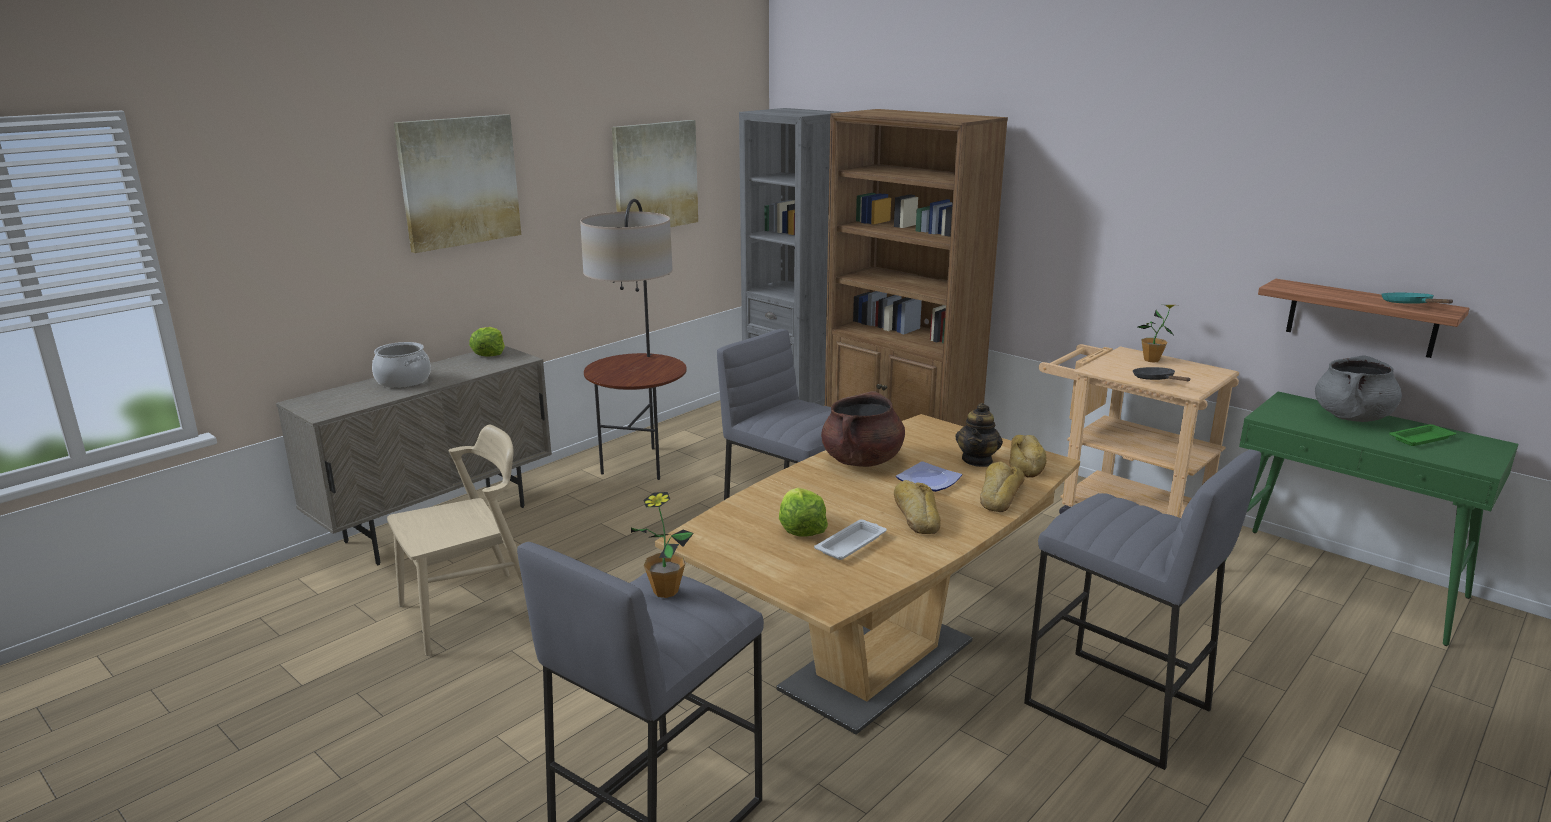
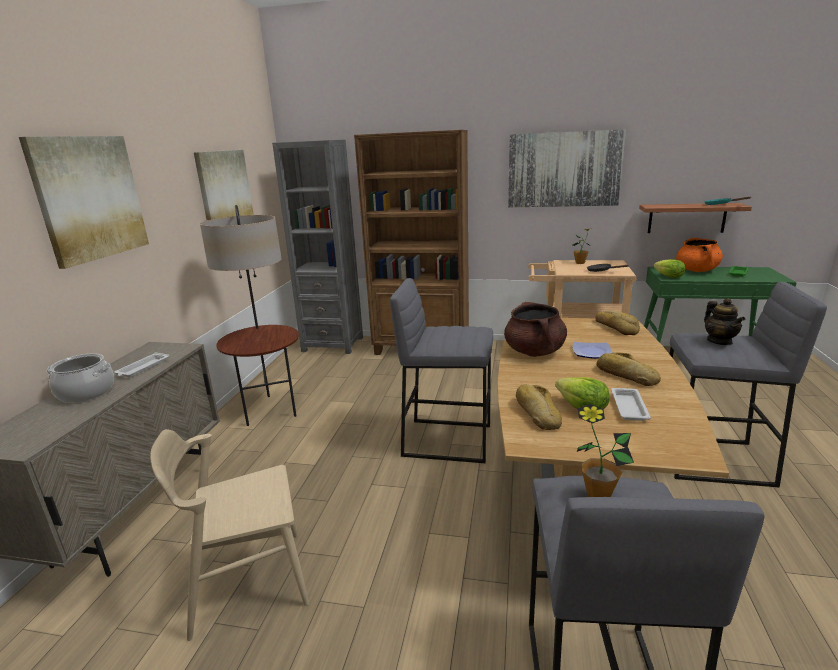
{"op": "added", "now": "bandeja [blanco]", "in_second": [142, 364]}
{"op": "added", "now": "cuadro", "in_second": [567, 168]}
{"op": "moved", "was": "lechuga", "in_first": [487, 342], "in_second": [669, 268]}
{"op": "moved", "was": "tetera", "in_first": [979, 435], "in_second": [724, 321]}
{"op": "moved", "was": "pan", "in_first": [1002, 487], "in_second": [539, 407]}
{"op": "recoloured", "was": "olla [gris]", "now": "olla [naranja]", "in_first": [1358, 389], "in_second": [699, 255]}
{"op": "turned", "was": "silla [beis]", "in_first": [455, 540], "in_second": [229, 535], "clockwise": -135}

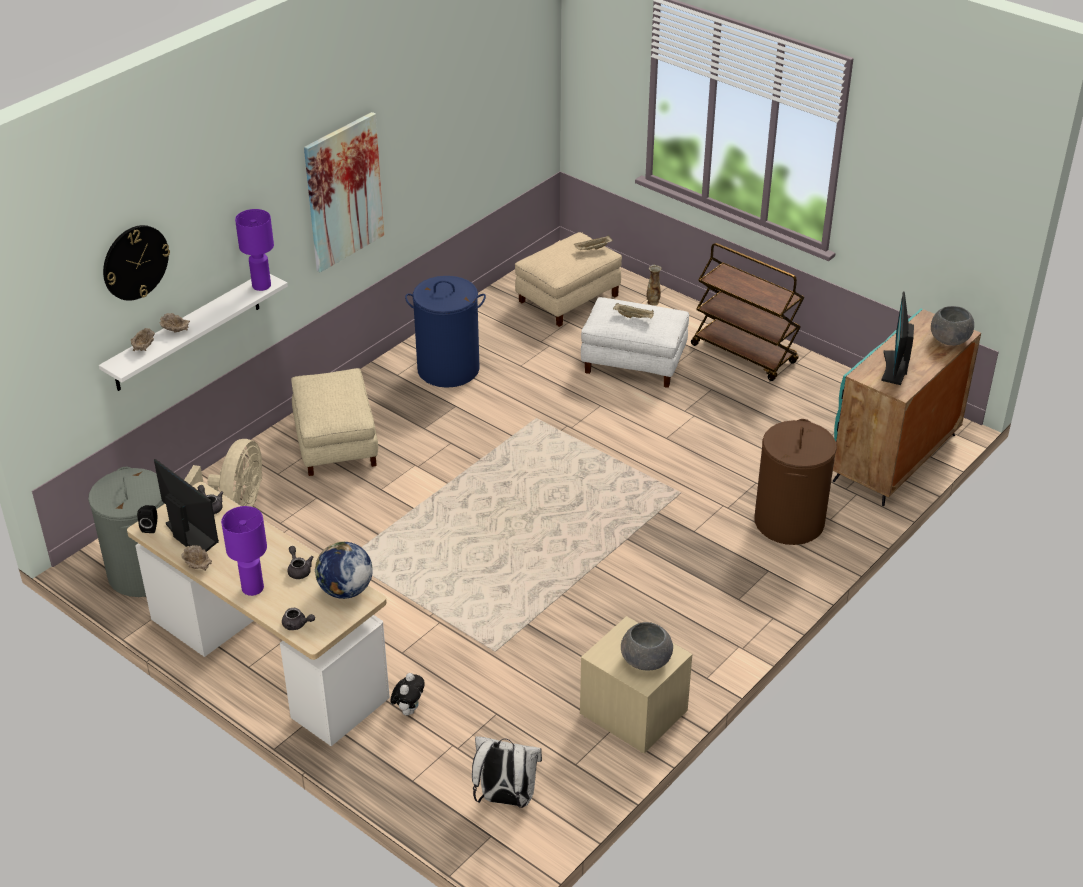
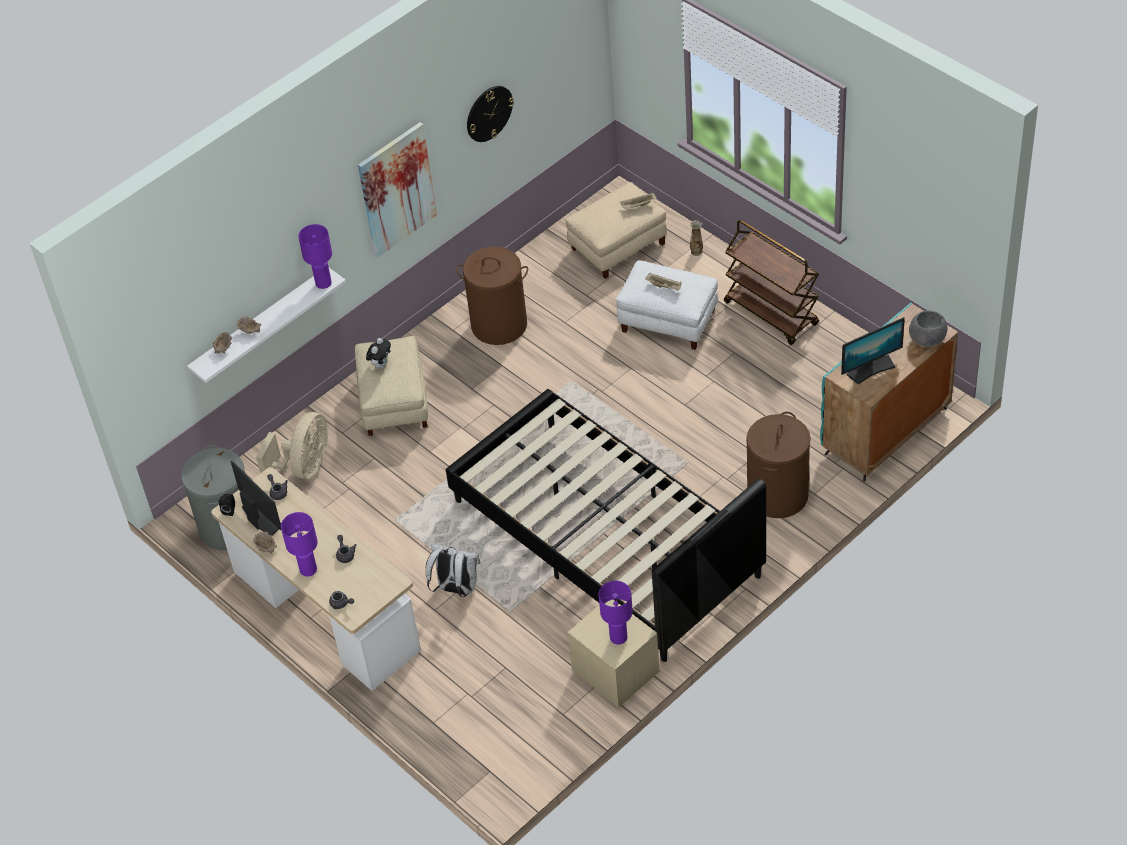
{"op": "removed", "was": "globo terráqueo", "in_first": [343, 570]}
{"op": "added", "now": "cama [negro]", "in_second": [606, 525]}
{"op": "moved", "was": "reloj de pared", "in_first": [136, 263], "in_second": [490, 114]}
{"op": "moved", "was": "peluche", "in_first": [407, 694], "in_second": [378, 353]}
{"op": "moved", "was": "mochila [blanco]", "in_first": [507, 772], "in_second": [453, 570]}
{"op": "replaced", "was": "cuenco [gris]", "now": "lámpara de mesa [morado]", "in_first": [647, 646], "in_second": [616, 613]}
{"op": "recoloured", "was": "cesto de la ropa [azul]", "now": "cesto de la ropa [marrón]", "in_first": [445, 332], "in_second": [492, 295]}
{"op": "turned", "was": "monitor", "in_first": [897, 338], "in_second": [873, 351], "clockwise": -135}

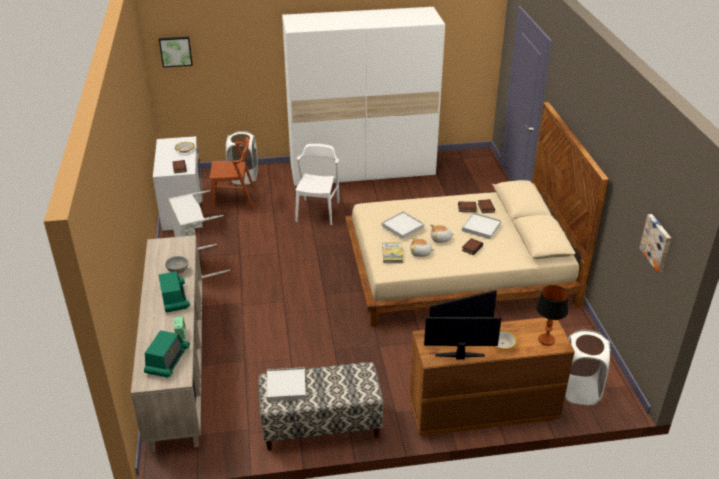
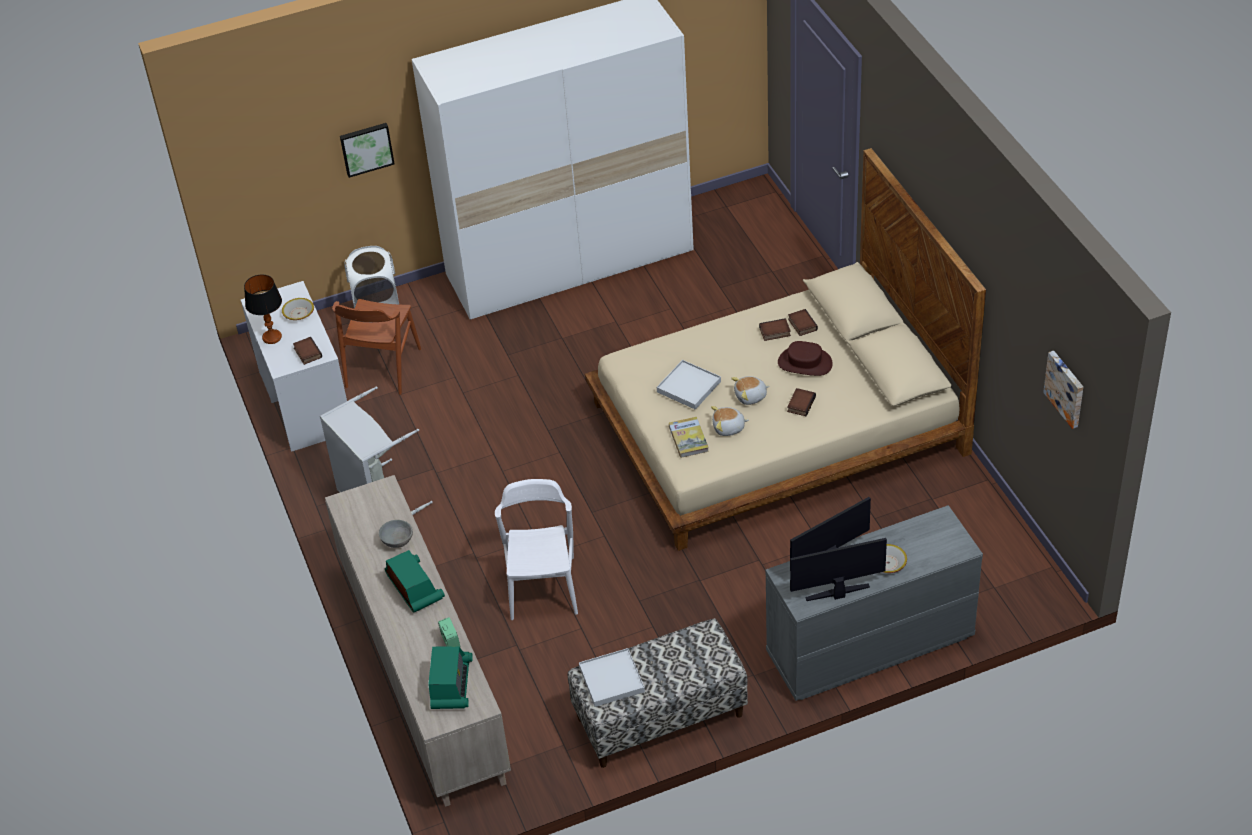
{"op": "removed", "was": "cesto de la ropa [blanco]", "in_first": [588, 367]}
{"op": "moved", "was": "cuadro", "in_first": [176, 52], "in_second": [367, 150]}
{"op": "moved", "was": "silla [blanco]", "in_first": [317, 184], "in_second": [536, 549]}
{"op": "moved", "was": "lámpara de mesa", "in_first": [552, 315], "in_second": [263, 309]}
{"op": "replaced", "was": "bandeja [blanco]", "now": "sombrero [marrón]", "in_first": [481, 225], "in_second": [805, 358]}
{"op": "recoloured", "was": "cómoda [marrón]", "now": "cómoda [gris]", "in_first": [492, 377], "in_second": [874, 603]}
{"op": "turned", "was": "silla [marrón]", "in_first": [232, 174], "in_second": [376, 347], "clockwise": 120}

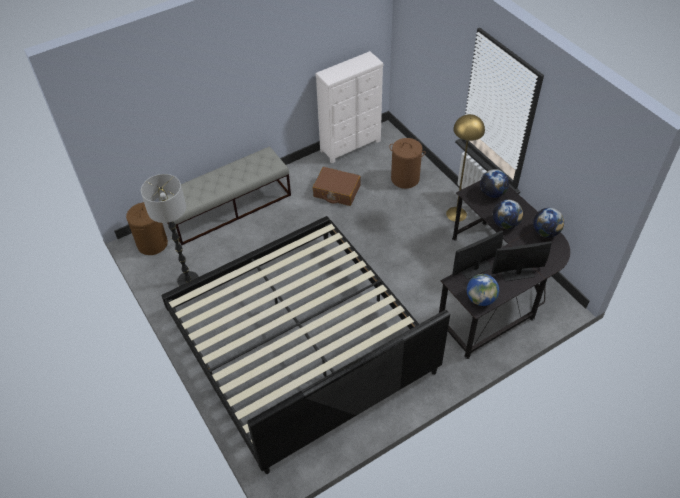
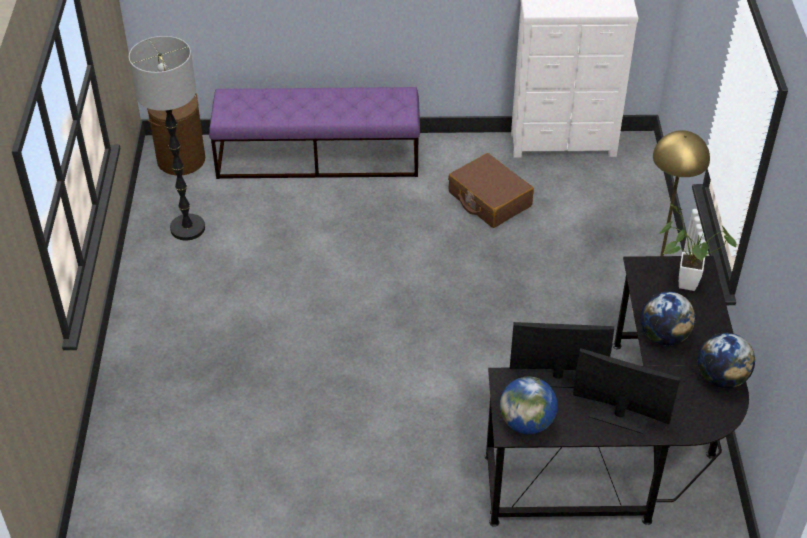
{"op": "removed", "was": "cama", "in_first": [305, 345]}
{"op": "removed", "was": "cesto de la ropa [marrón]", "in_first": [407, 163]}
{"op": "replaced", "was": "globo terráqueo", "now": "planta en maceta", "in_first": [494, 183], "in_second": [698, 247]}
{"op": "recoloured", "was": "banco [gris]", "now": "banco [morado]", "in_first": [225, 195], "in_second": [314, 133]}

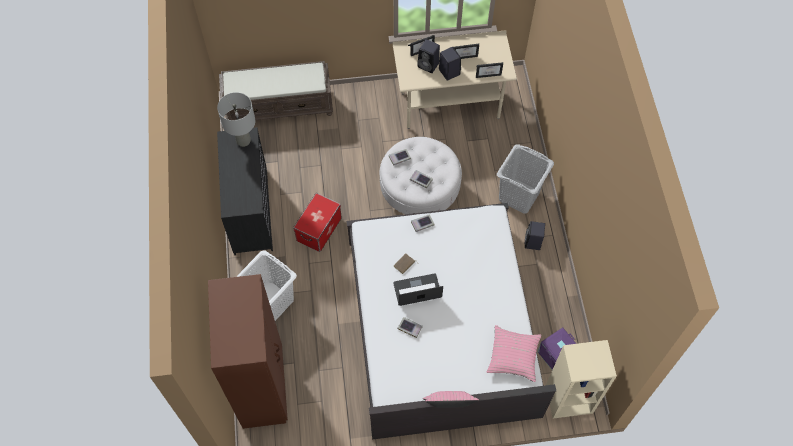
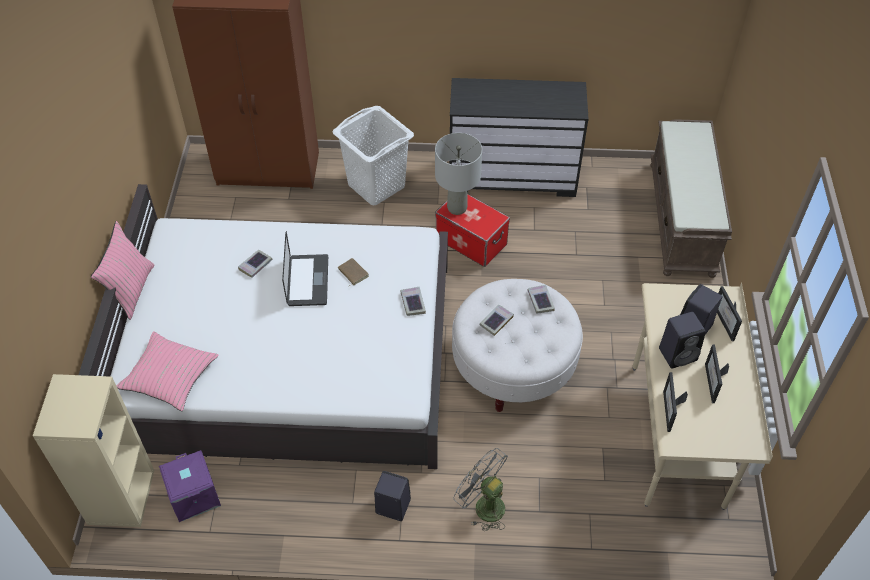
{"op": "moved", "was": "lámpara de mesa [gris]", "in_first": [236, 119], "in_second": [458, 174]}
{"op": "replaced", "was": "cesto de la ropa [gris]", "now": "ventilador [gris]", "in_first": [525, 179], "in_second": [481, 489]}

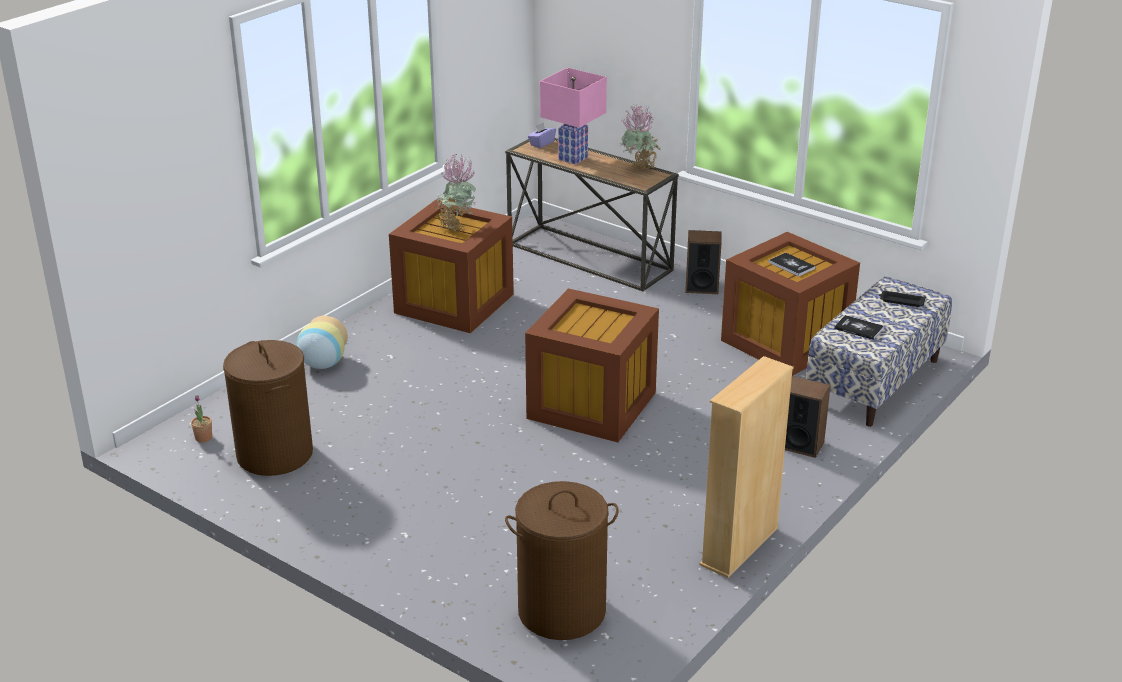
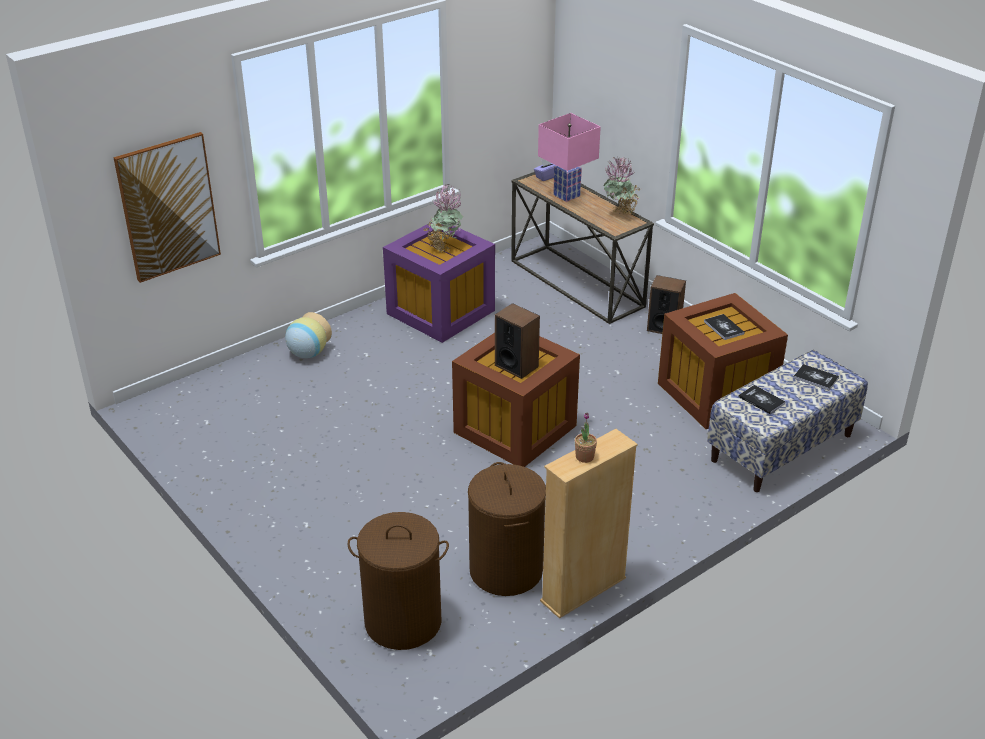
{"op": "added", "now": "cuadro", "in_second": [167, 207]}
{"op": "moved", "was": "planta en maceta", "in_first": [201, 418], "in_second": [586, 438]}
{"op": "moved", "was": "cesto de la ropa [marrón]", "in_first": [268, 408], "in_second": [507, 529]}
{"op": "moved", "was": "altavoz", "in_first": [808, 417], "in_second": [517, 341]}
{"op": "replaced", "was": "bandeja [negro]", "now": "libro", "in_first": [902, 299], "in_second": [816, 377]}
{"op": "recoloured", "was": "caja de almacenaje [marrón]", "now": "caja de almacenaje [morado]", "in_first": [451, 266], "in_second": [439, 283]}

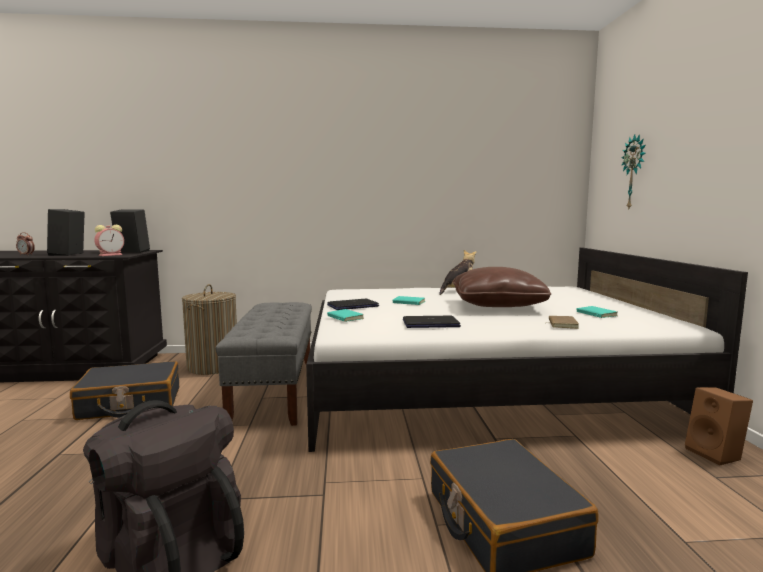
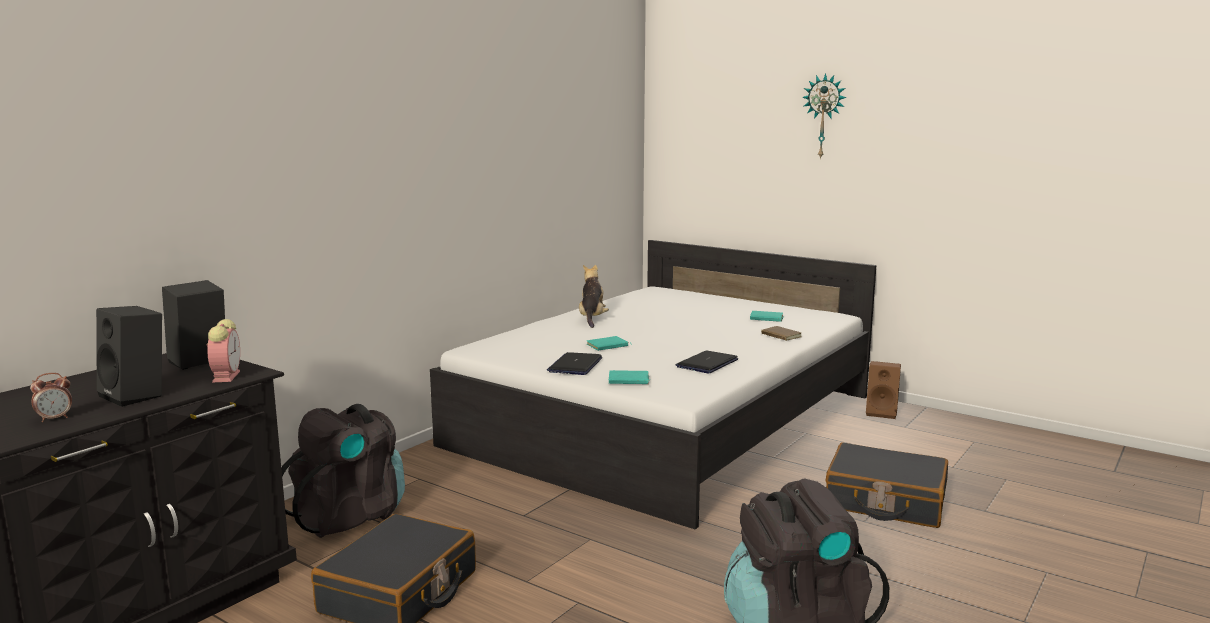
{"op": "removed", "was": "banco [gris]", "in_first": [263, 364]}
{"op": "removed", "was": "cojín [marrón]", "in_first": [502, 287]}
{"op": "moved", "was": "reloj de pared", "in_first": [633, 171], "in_second": [824, 116]}
{"op": "replaced", "was": "cesto de la ropa", "now": "mochila [negro]", "in_first": [209, 329], "in_second": [343, 471]}

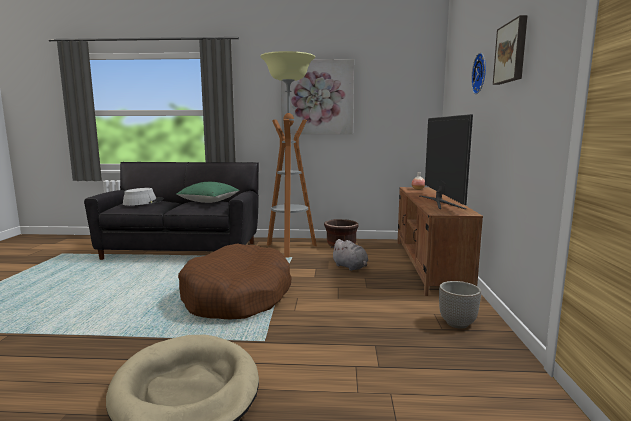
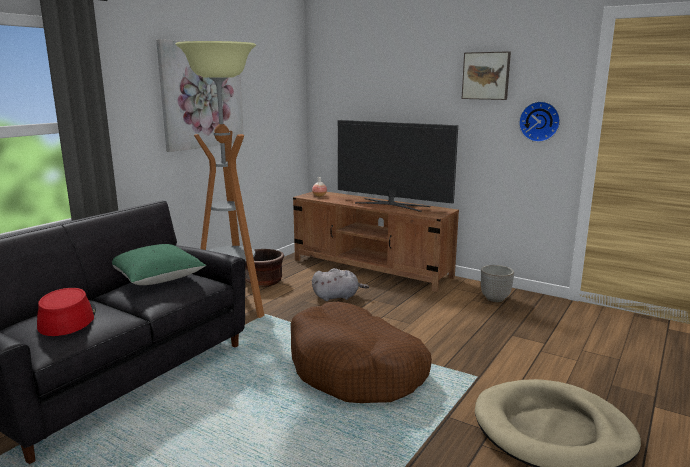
{"op": "moved", "was": "reloj de pared", "in_first": [478, 73], "in_second": [539, 121]}
{"op": "recoloured", "was": "sombrero [gris]", "now": "sombrero [rojo]", "in_first": [143, 197], "in_second": [66, 312]}

